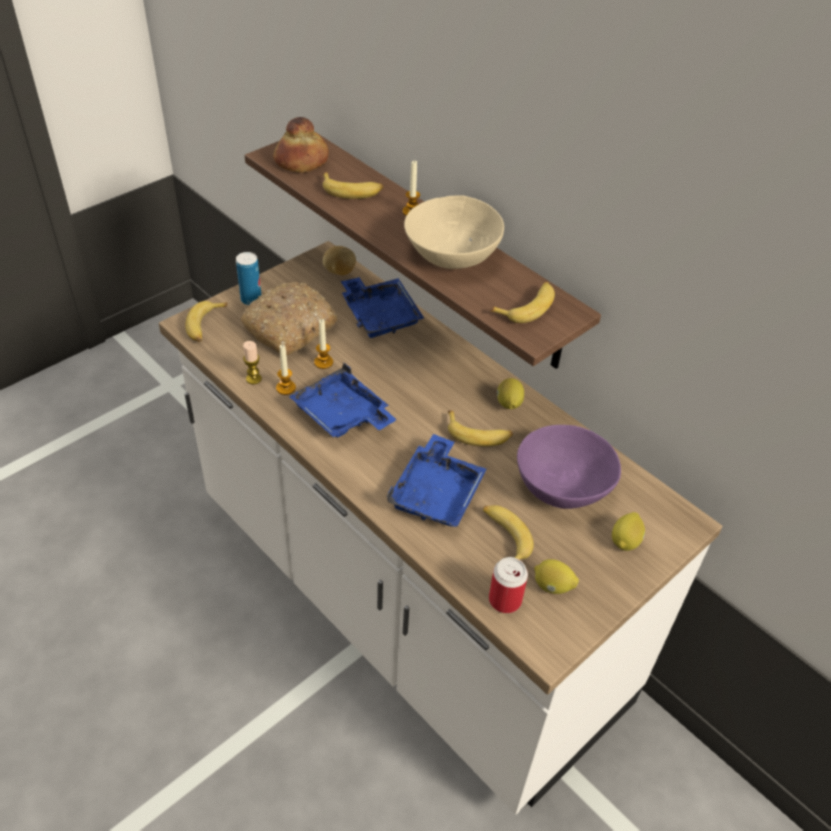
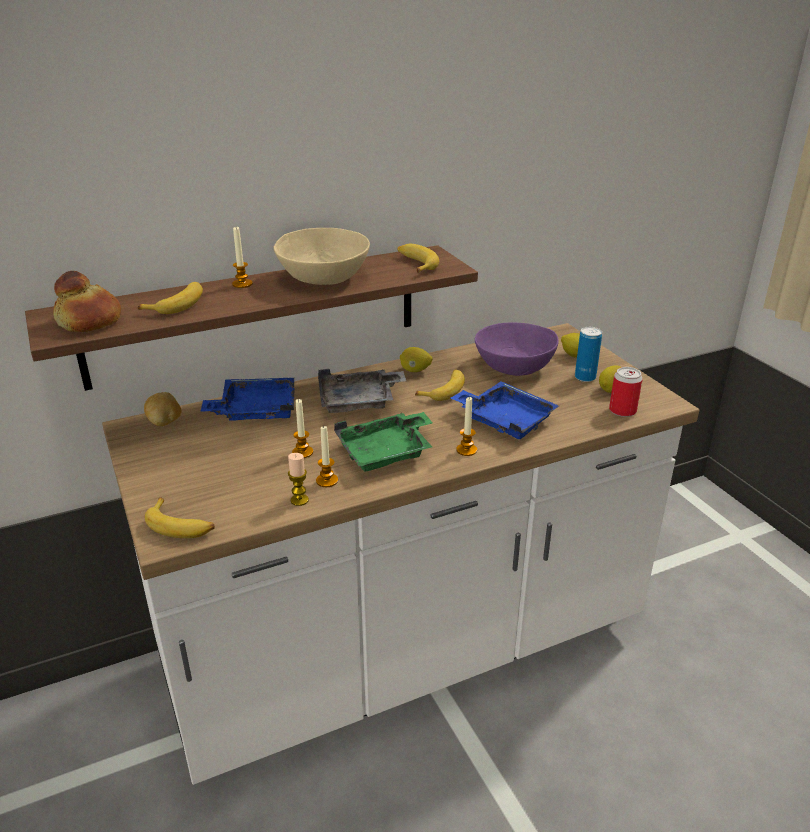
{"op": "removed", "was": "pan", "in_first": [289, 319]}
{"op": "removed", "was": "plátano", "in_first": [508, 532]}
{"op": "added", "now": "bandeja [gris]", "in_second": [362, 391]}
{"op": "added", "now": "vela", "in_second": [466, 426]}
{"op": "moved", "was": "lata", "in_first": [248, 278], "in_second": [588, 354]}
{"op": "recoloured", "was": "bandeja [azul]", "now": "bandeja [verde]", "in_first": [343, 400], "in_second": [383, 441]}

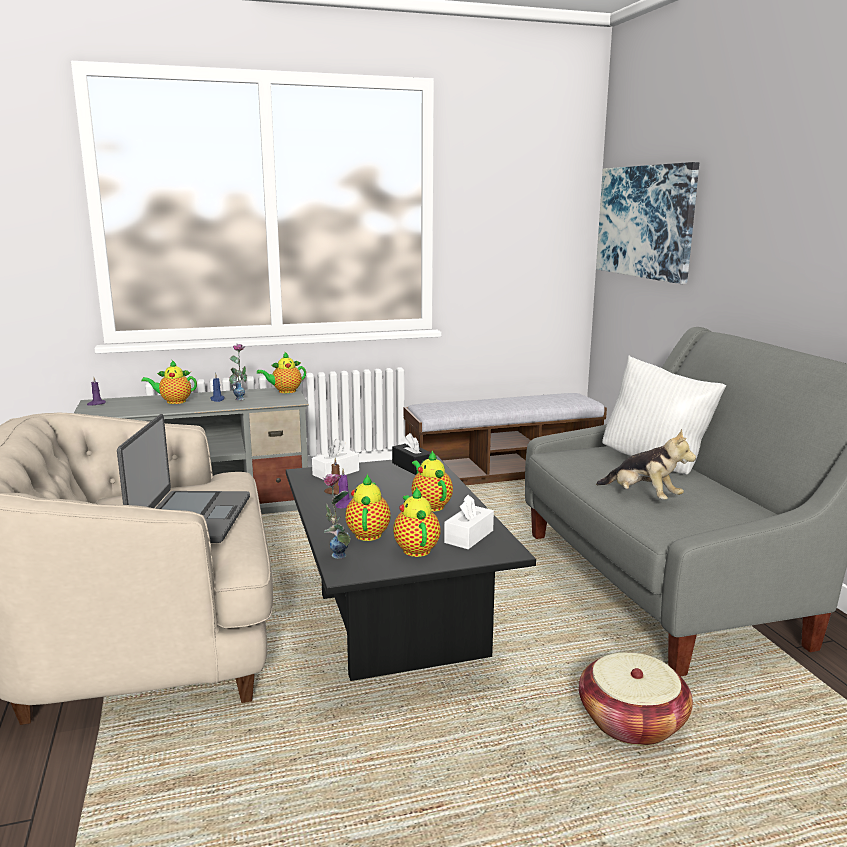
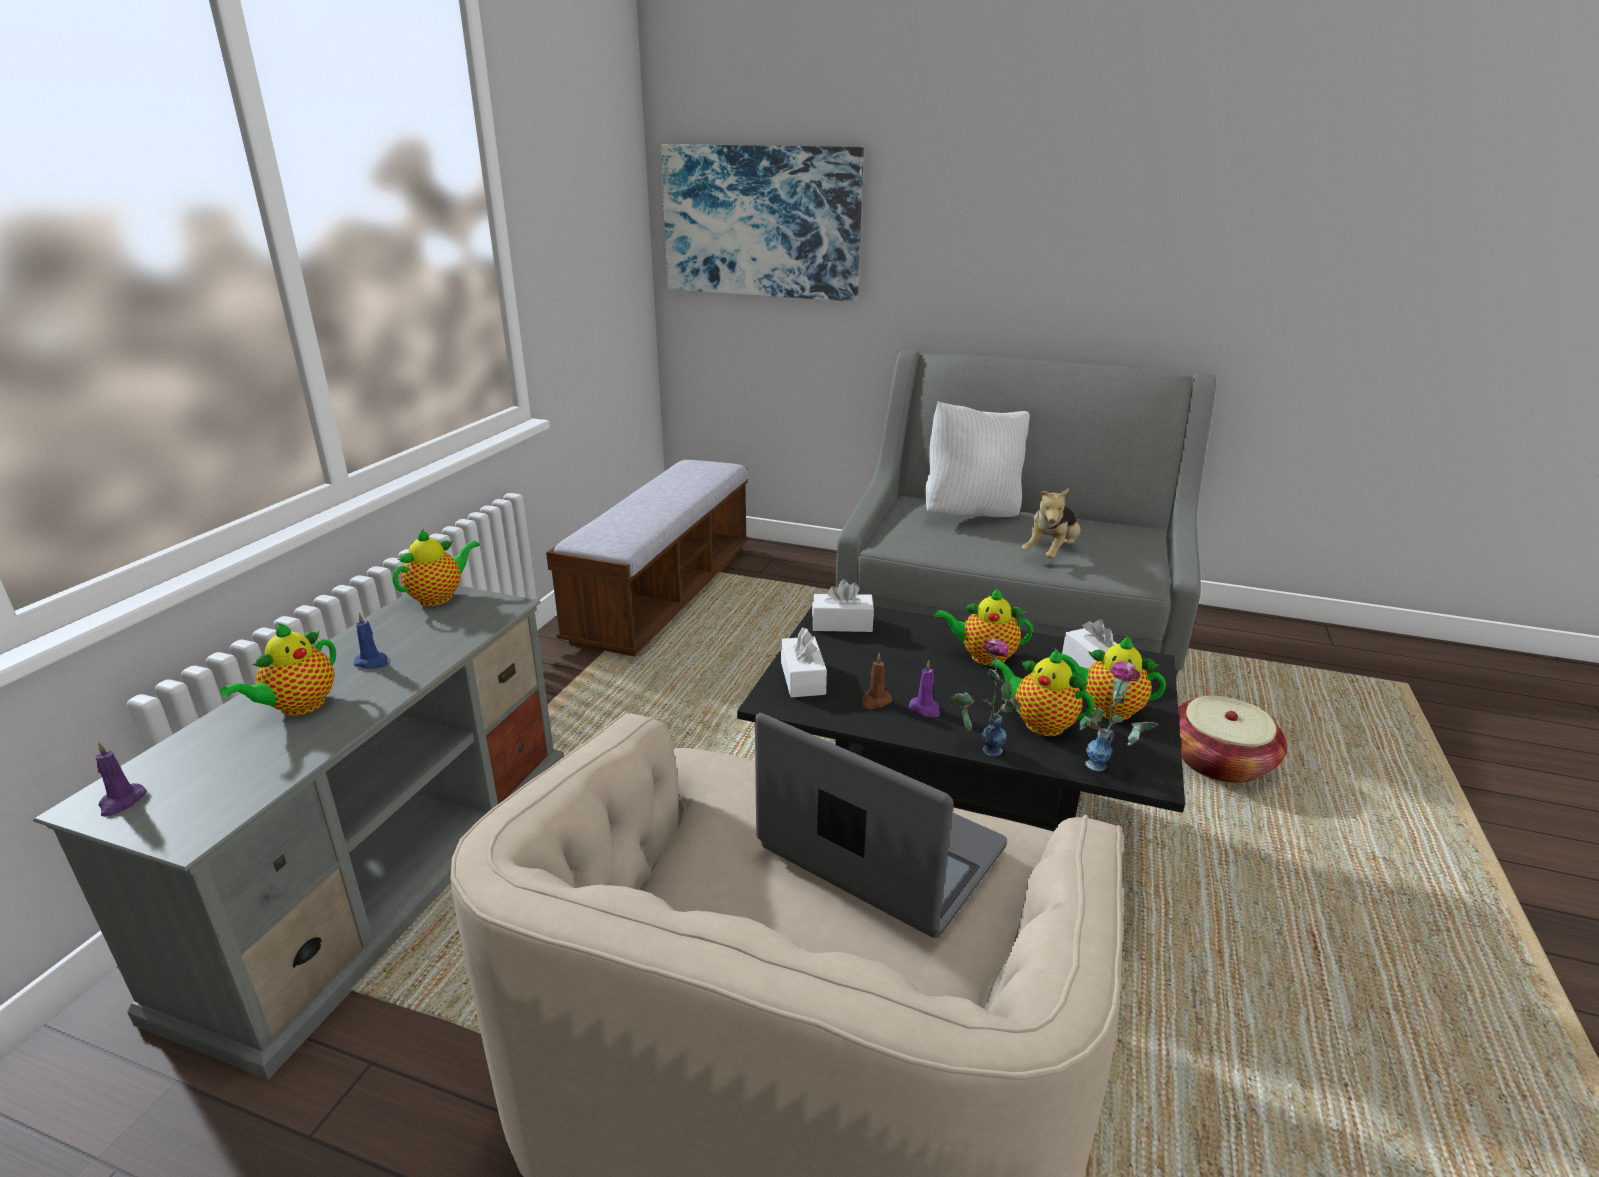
{"op": "moved", "was": "florero", "in_first": [238, 372], "in_second": [985, 697]}
{"op": "recoloured", "was": "caja de pañuelos [negro]", "now": "caja de pañuelos [blanco]", "in_first": [411, 454], "in_second": [843, 605]}
{"op": "turned", "was": "tetera", "in_first": [281, 372], "in_second": [436, 567], "clockwise": -150}
{"op": "turned", "was": "peluche", "in_first": [646, 464], "in_second": [1051, 523], "clockwise": 135}

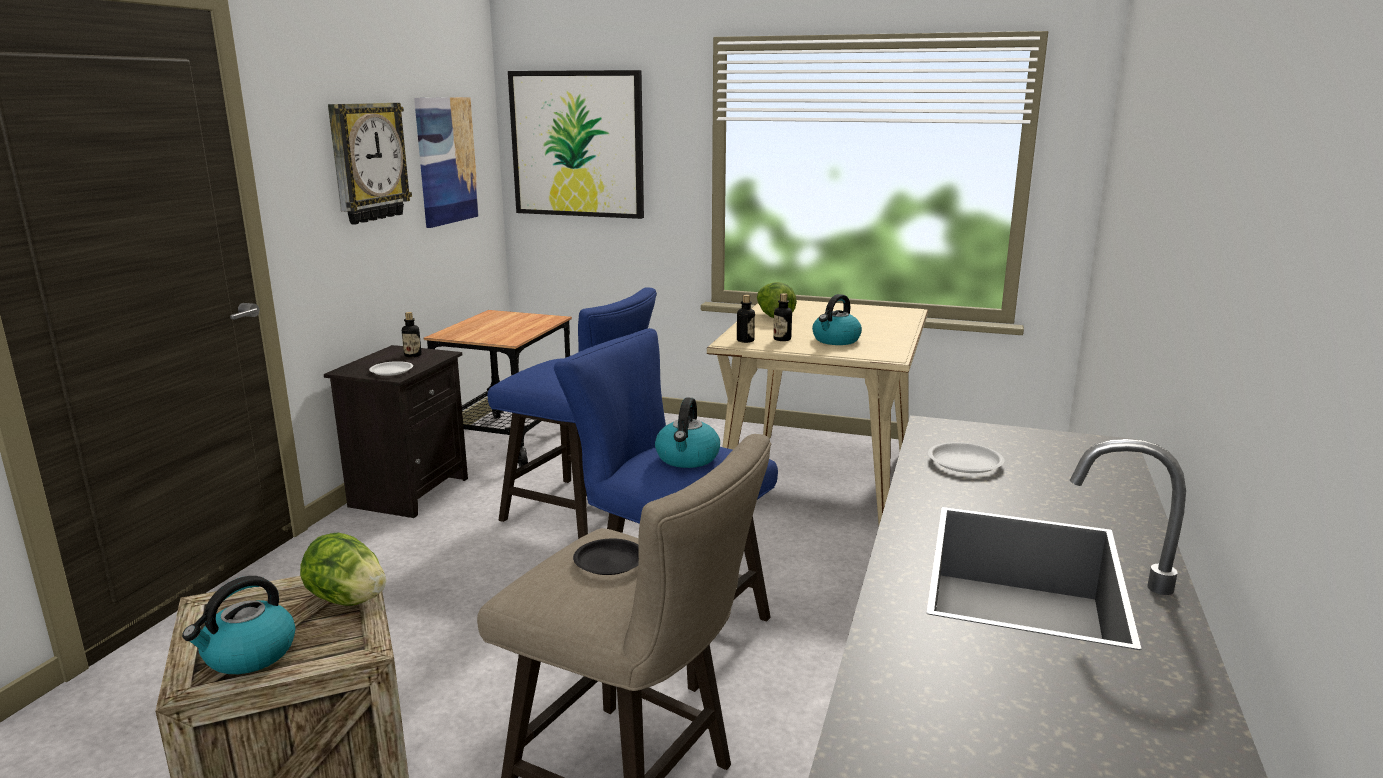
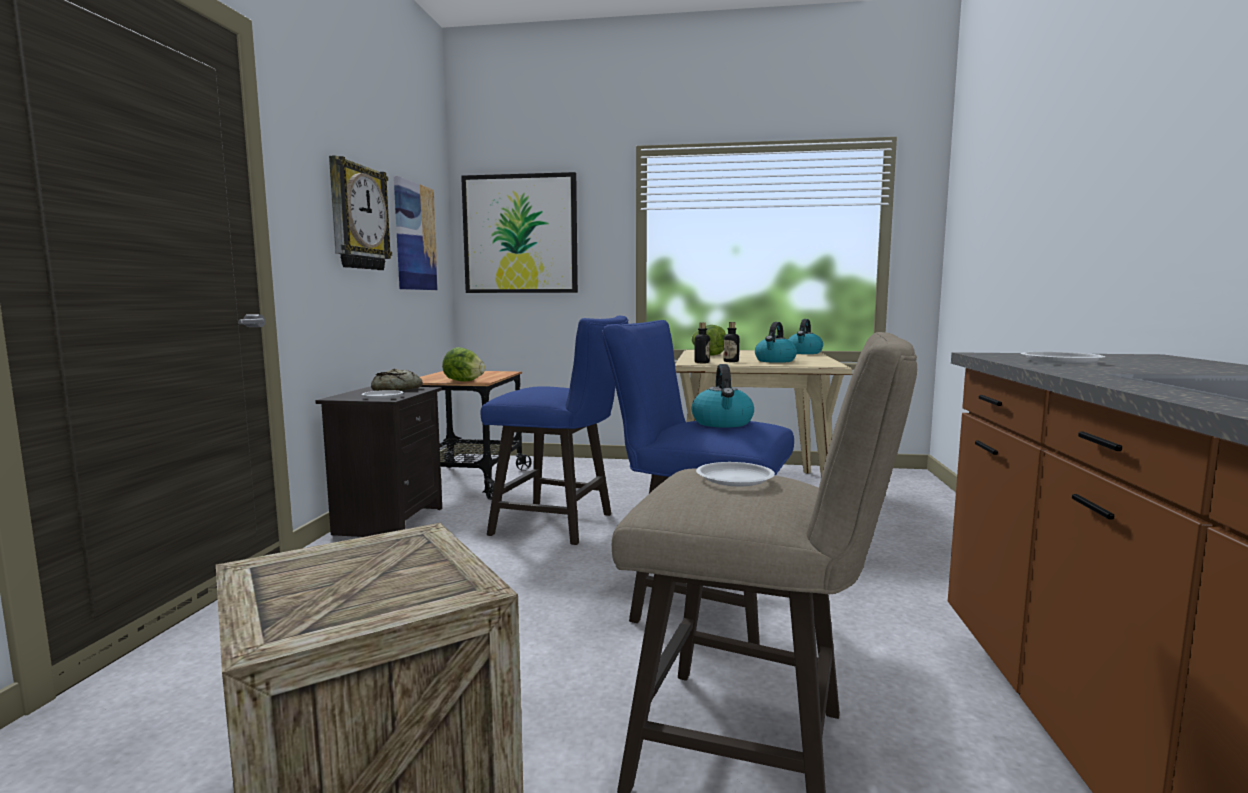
{"op": "moved", "was": "hervidor", "in_first": [238, 625], "in_second": [805, 336]}
{"op": "moved", "was": "lechuga", "in_first": [343, 569], "in_second": [464, 364]}
{"op": "replaced", "was": "botella", "now": "pan", "in_first": [412, 334], "in_second": [397, 380]}
{"op": "recoloured", "was": "plato [negro]", "now": "plato [blanco]", "in_first": [606, 557], "in_second": [735, 474]}

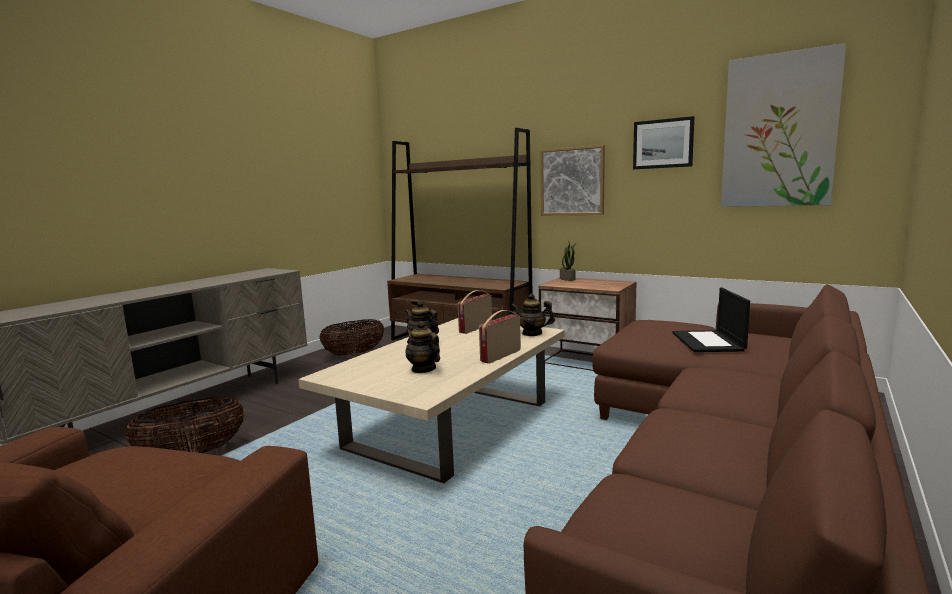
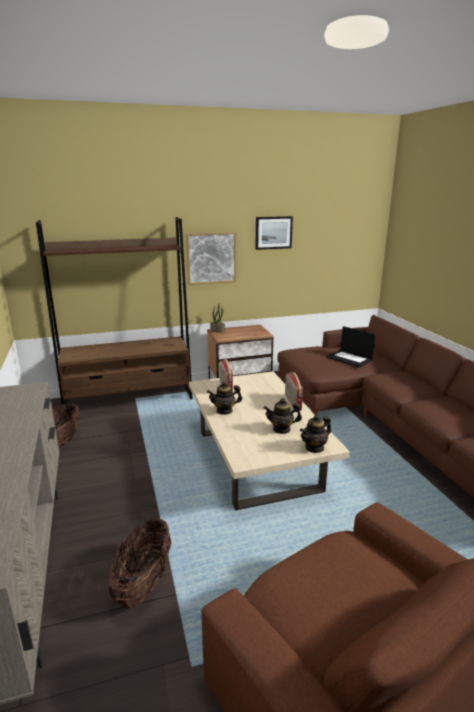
{"op": "removed", "was": "cuadro", "in_first": [783, 125]}
{"op": "moved", "was": "tetera", "in_first": [533, 315], "in_second": [315, 434]}

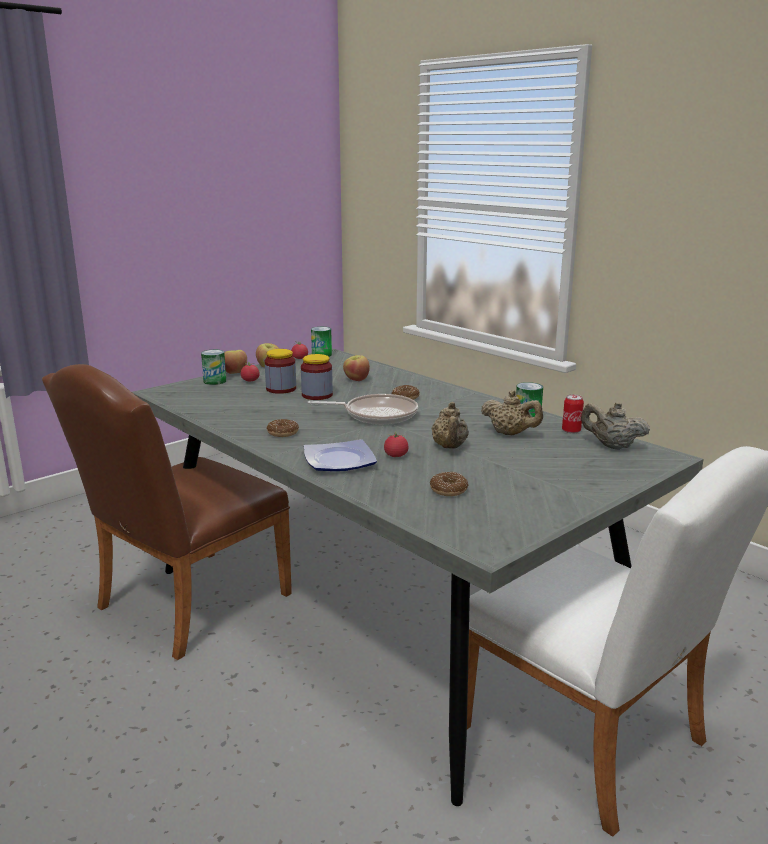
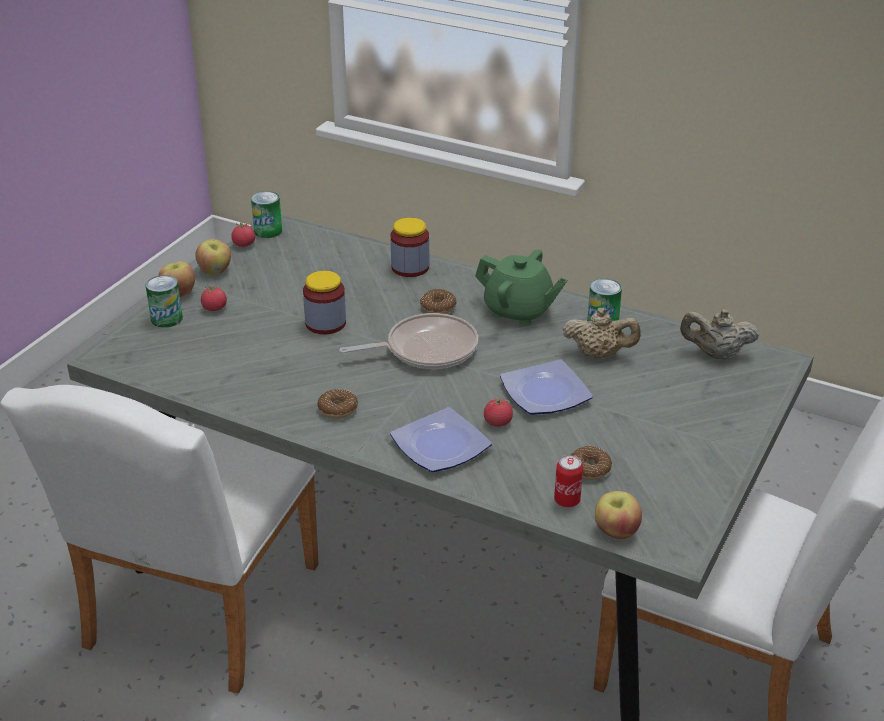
{"op": "added", "now": "tetera [verde]", "in_second": [521, 287]}
{"op": "moved", "was": "tarro", "in_first": [280, 371], "in_second": [410, 247]}
{"op": "moved", "was": "manzana", "in_first": [356, 368], "in_second": [618, 515]}
{"op": "moved", "was": "lata", "in_first": [573, 414], "in_second": [568, 481]}
{"op": "replaced", "was": "tetera [beis]", "now": "plato", "in_first": [450, 425], "in_second": [546, 387]}
{"op": "recoloured", "was": "silla [marrón]", "now": "silla [blanco]", "in_first": [167, 512], "in_second": [160, 539]}

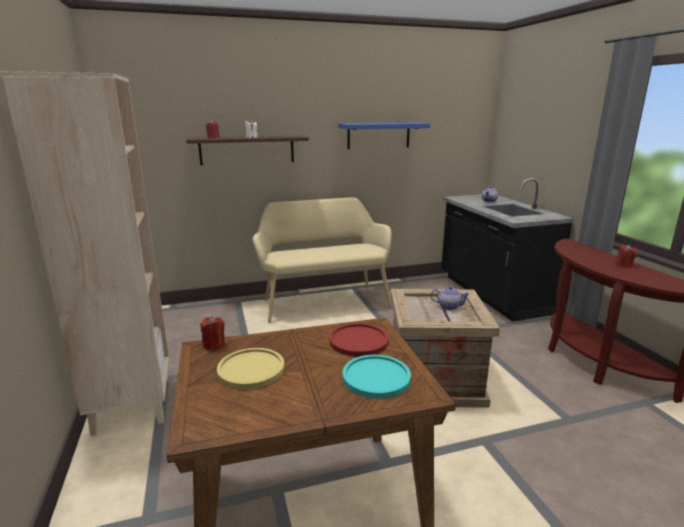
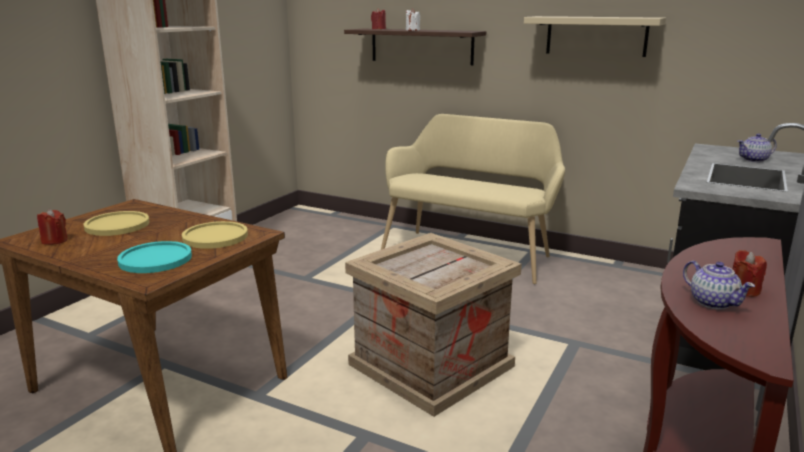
{"op": "moved", "was": "vela [rojo]", "in_first": [212, 333], "in_second": [52, 227]}
{"op": "moved", "was": "tetera", "in_first": [450, 298], "in_second": [719, 285]}
{"op": "recoloured", "was": "plato [rojo]", "now": "plato [amarillo]", "in_first": [358, 340], "in_second": [215, 235]}
{"op": "recoloured", "was": "estante [azul]", "now": "estante [beis]", "in_first": [384, 136], "in_second": [595, 36]}

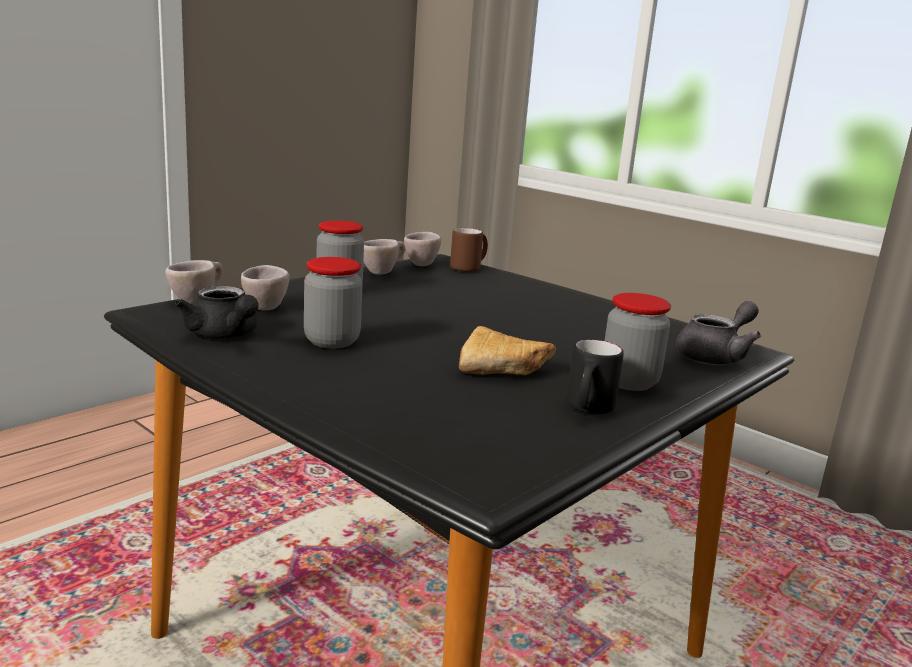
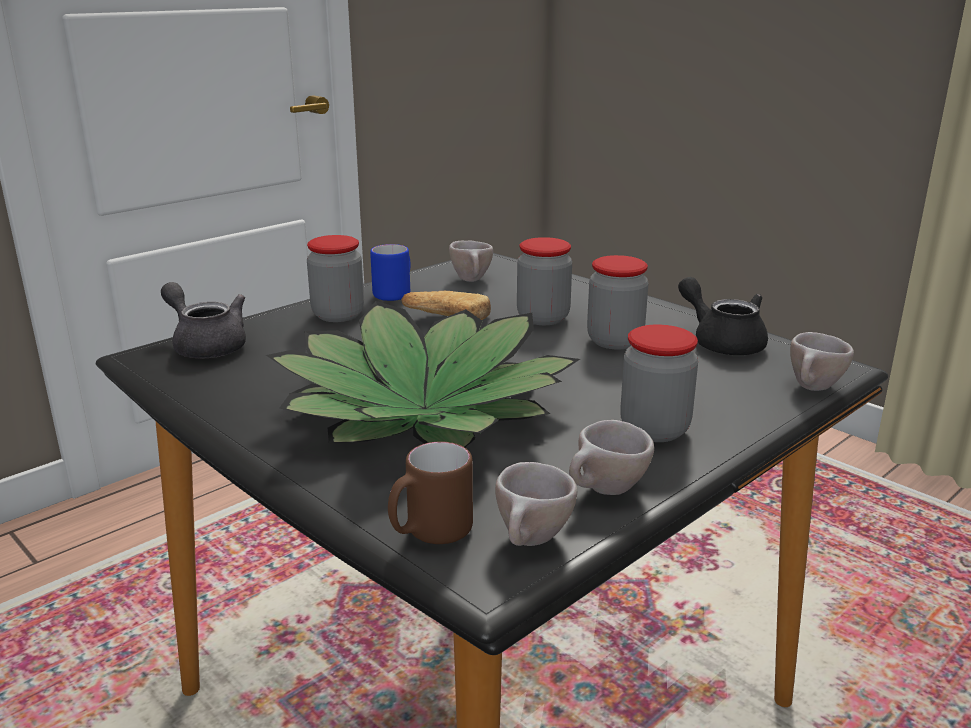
{"op": "added", "now": "planta en maceta", "in_second": [423, 374]}
{"op": "added", "now": "tarro", "in_second": [544, 281]}
{"op": "moved", "was": "taza [beis]", "in_first": [265, 288], "in_second": [471, 261]}
{"op": "recoloured", "was": "taza grande [negro]", "now": "taza grande [azul]", "in_first": [595, 376], "in_second": [390, 272]}
{"op": "turned", "was": "tetera [gris]", "in_first": [718, 333], "in_second": [203, 320], "clockwise": 75}

